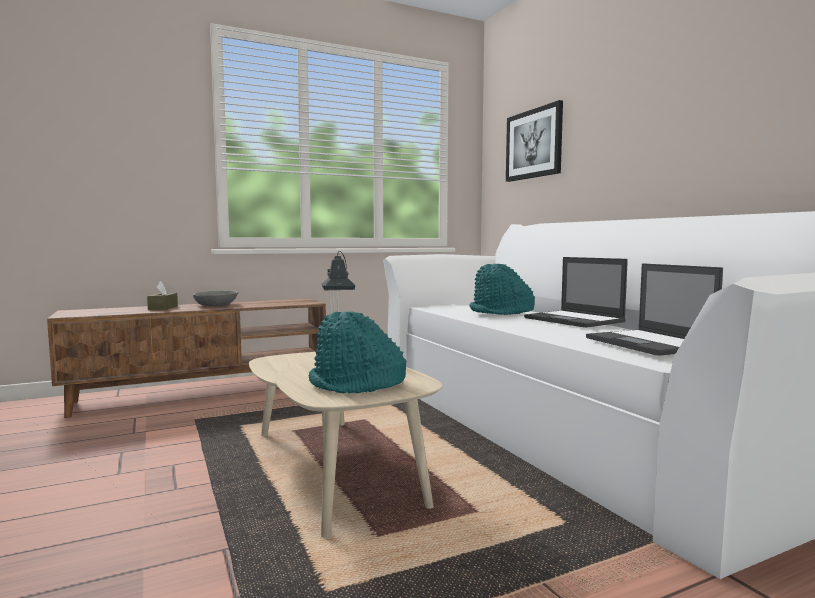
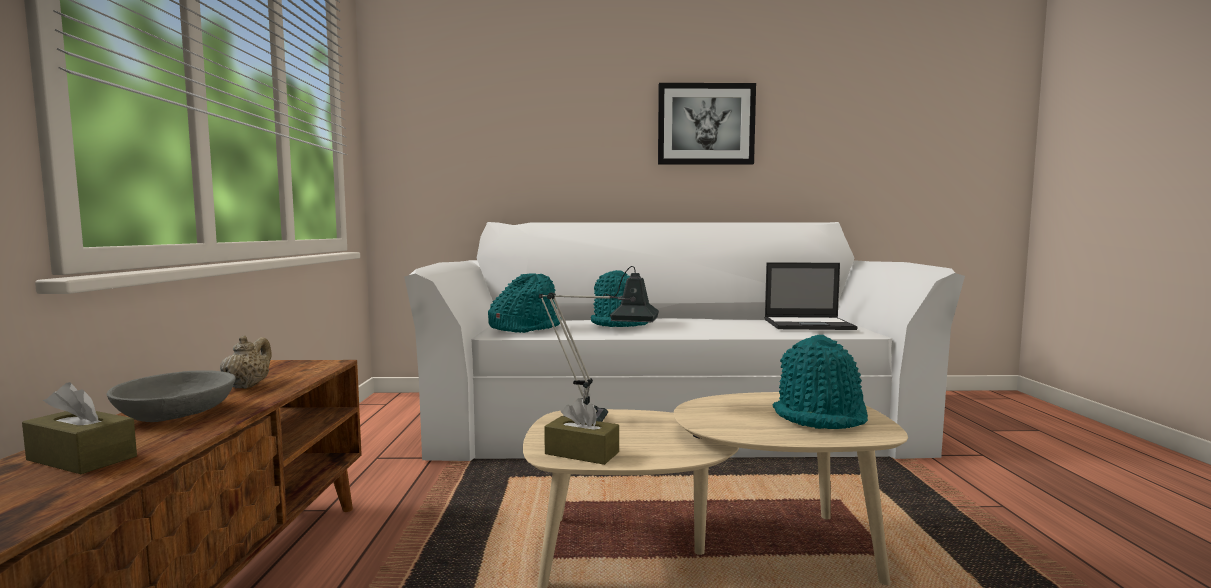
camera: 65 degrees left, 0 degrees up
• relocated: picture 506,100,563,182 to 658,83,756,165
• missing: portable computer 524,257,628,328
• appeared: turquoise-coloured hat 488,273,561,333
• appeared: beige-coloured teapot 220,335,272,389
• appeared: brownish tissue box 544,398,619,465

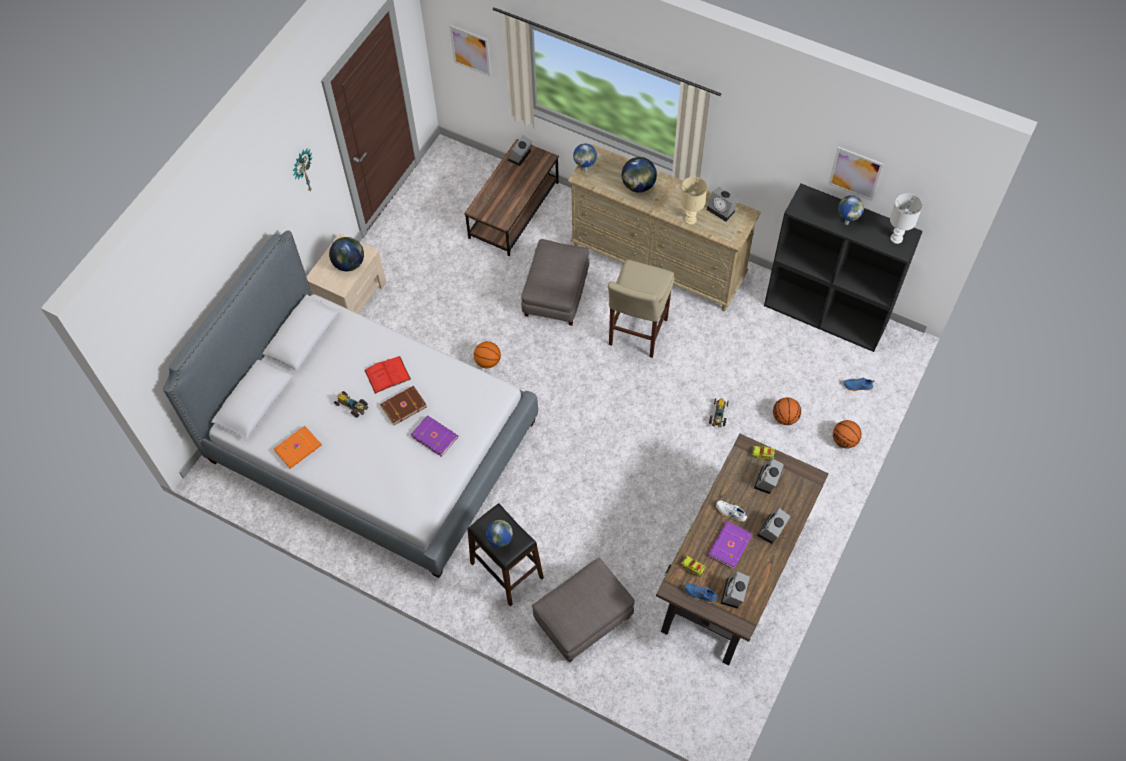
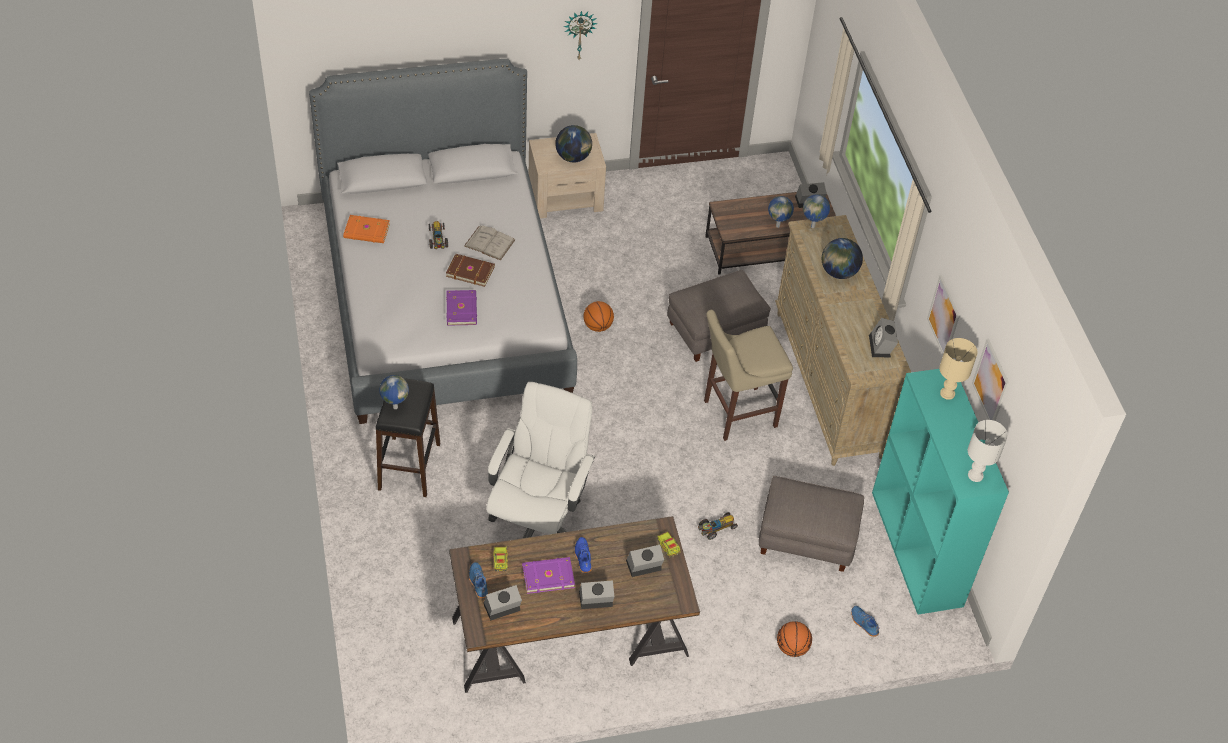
camera: 45 degrees right, 10 degrees down
• relocated: picture 450,25,491,77 to 927,275,960,354
• relocated: beige-coloured tabletop lamp 680,177,707,225 to 939,338,978,400
• colour: blackish bookcase 764,184,923,352 to turquoise-coloured bookcase 872,369,1009,615
• relocated: world globe 838,195,864,225 to 768,196,794,228
• colour: red-coloured book 364,356,411,394 to white-coloured book 464,226,515,260
• missing: basketball ball 773,397,801,425
• colour: white-coloured shoe 716,501,747,522 to blue shoe 574,537,592,573
• relocated: greyish footrest 532,558,635,662 to 759,476,864,572
• appeared: white-coloured office chair 486,382,595,538

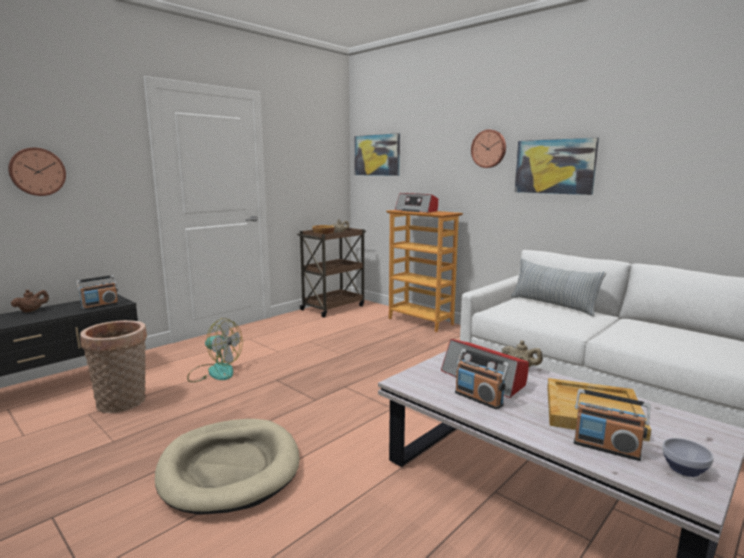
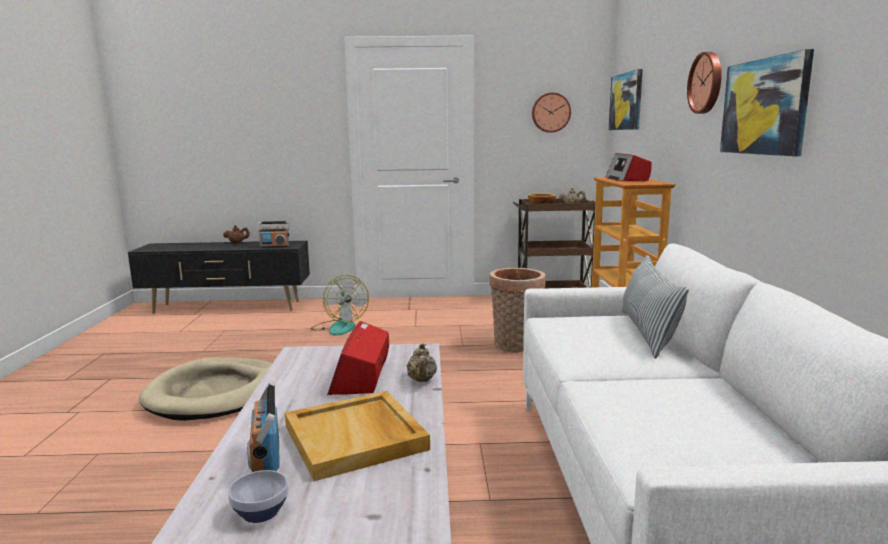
camera: 45 degrees right, 0 degrees up
• relocated: clock on the wall 8,148,66,196 to 532,92,571,133
• relocated: basket 80,320,147,413 to 490,268,546,353
• missing: radio receiver 455,349,510,410

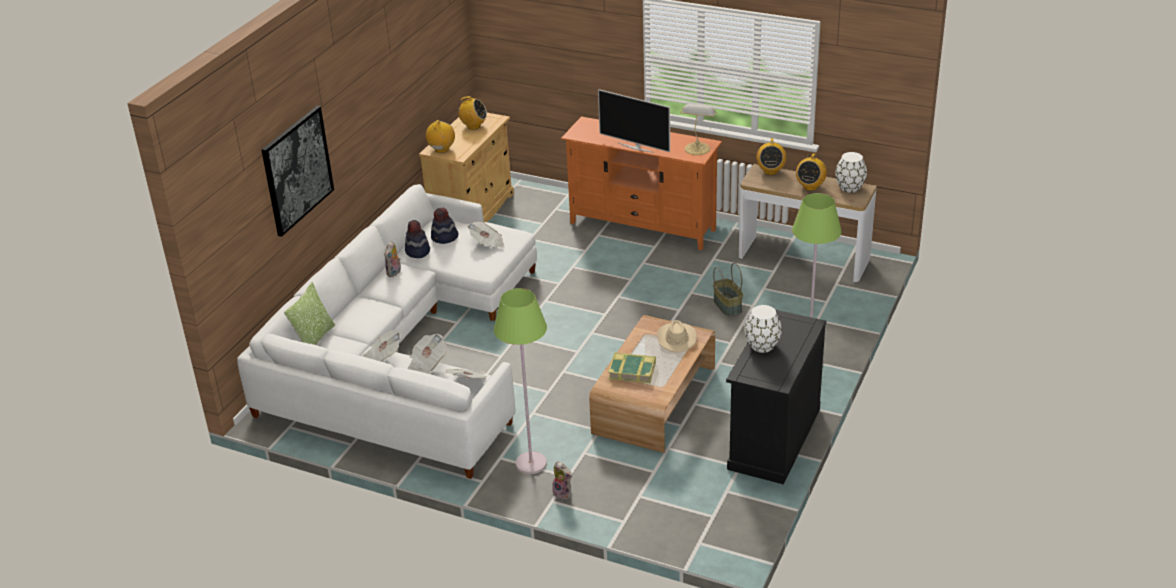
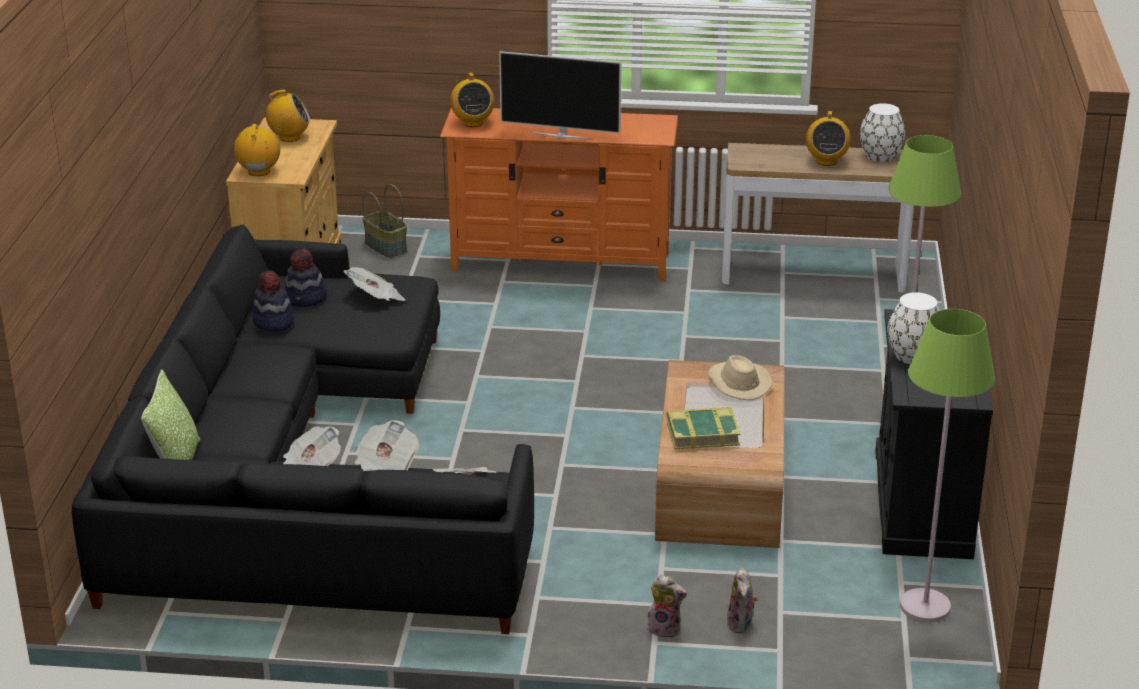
camera: 20 degrees left, 5 degrees down
• missing: tabletop lamp 680,104,716,155
• missing: picture 261,106,334,237
• relocated: radio receiver 756,138,787,175 to 450,73,494,127
• colour: white-coloured couch 237,184,537,479 to blackish couch 72,225,534,634
• relocated: soft toy 384,241,401,277 to 727,567,758,633
• relocated: basket 713,263,743,317 to 362,184,407,258
• relocated: green standing lamp 494,288,547,474 to 900,309,995,622

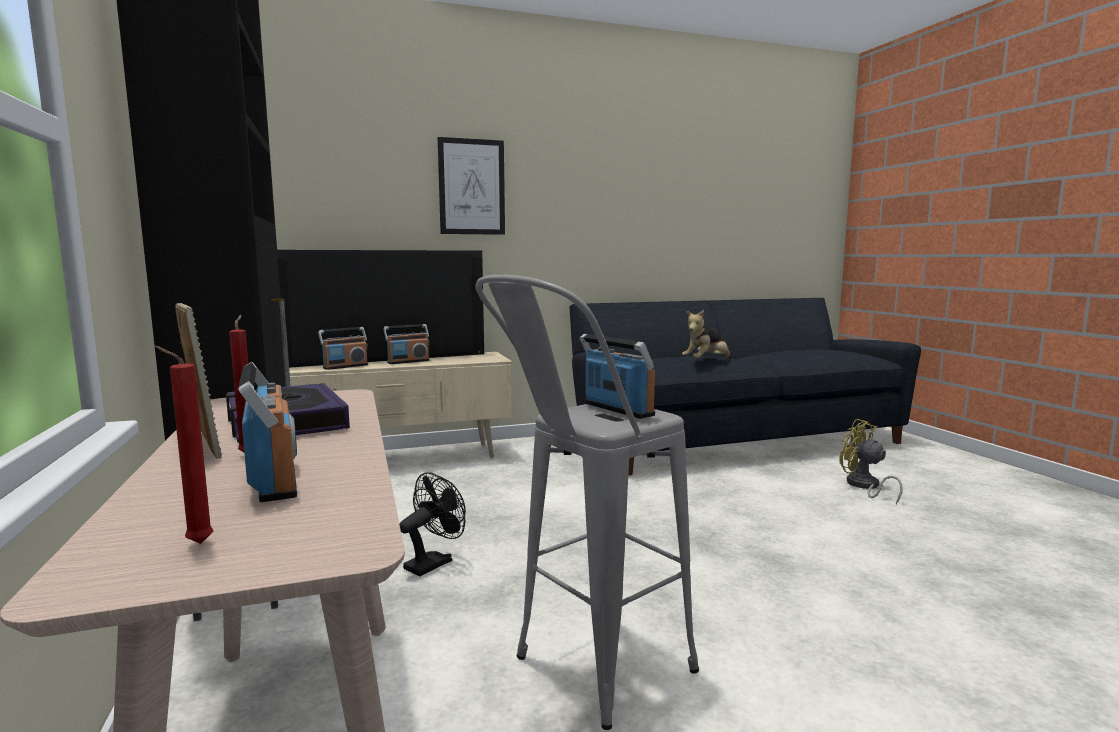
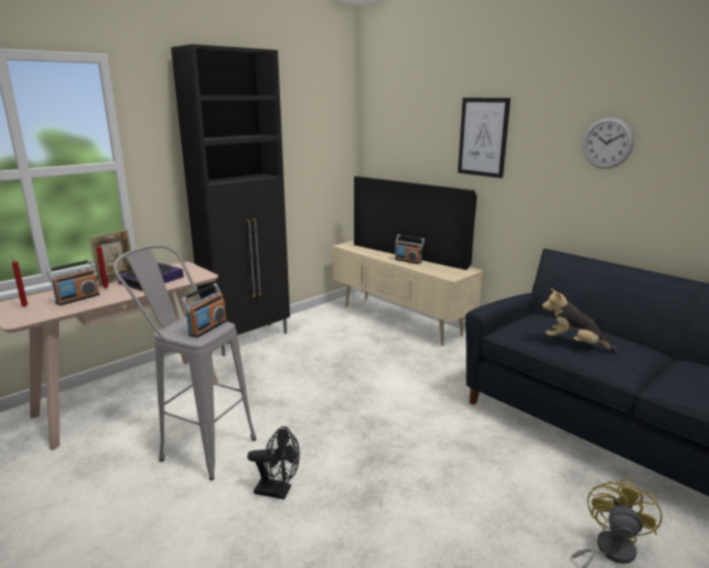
camera: 65 degrees right, 10 degrees up
• missing: radio receiver 318,327,368,370
• relocated: blackish electric fan 399,472,466,576 to 247,426,300,500
• appeared: clock on the wall 582,117,634,169

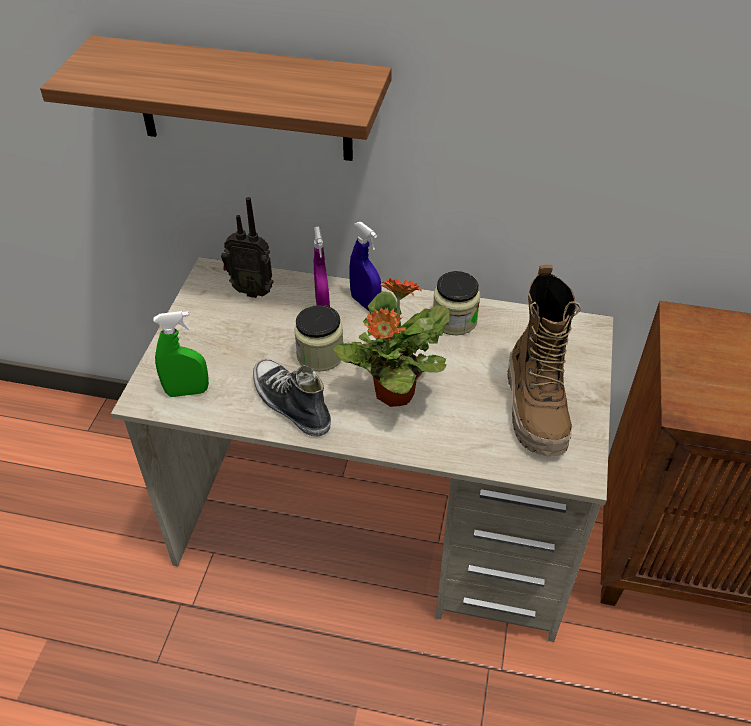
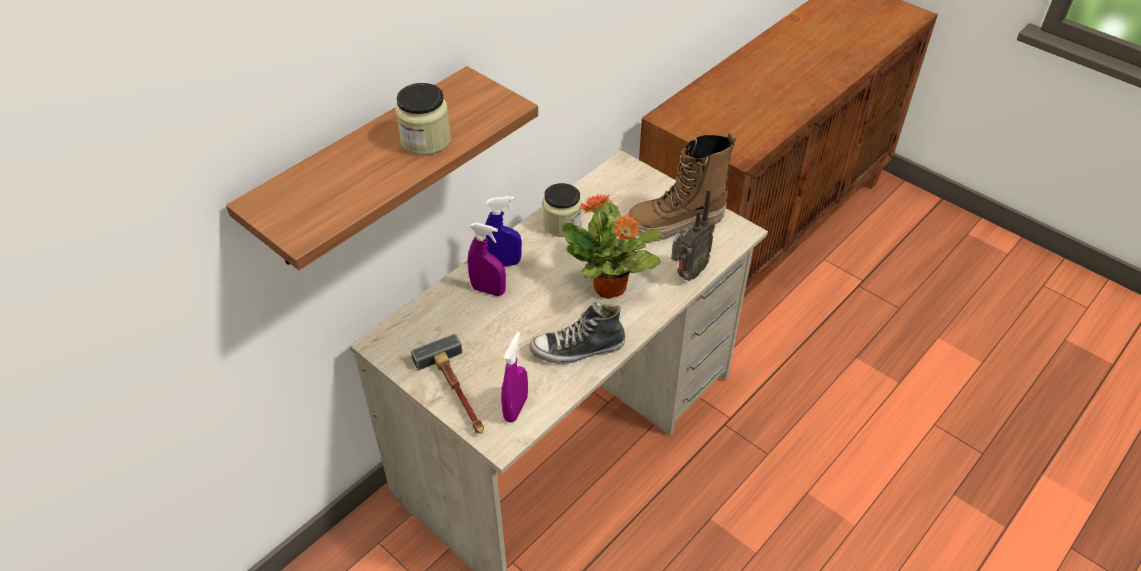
camera: 60 degrees left, 0 degrees up
• relocated: radio receiver 221,197,274,298 to 671,188,715,281
• spun: boot 507,265,581,456 = 628,132,737,241 135 degrees clockwise
• relocated: jar 294,305,343,372 to 395,83,451,155
• colour: green sprayer 153,311,209,397 to purple-coloured sprayer 501,332,528,422
• appeared: hand hammer 411,334,484,434

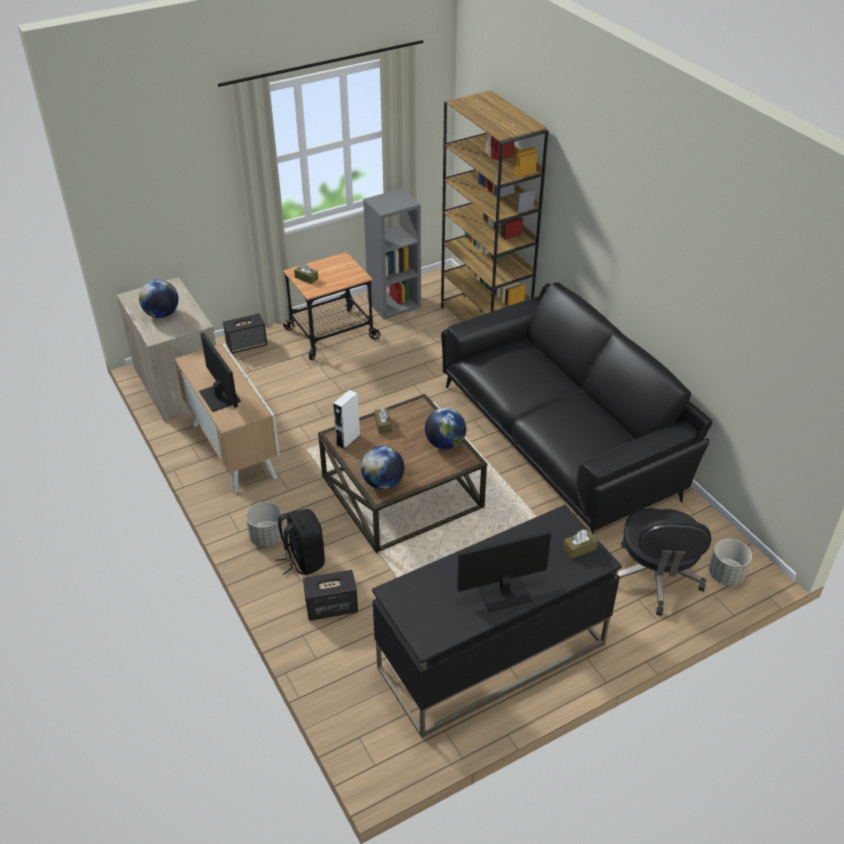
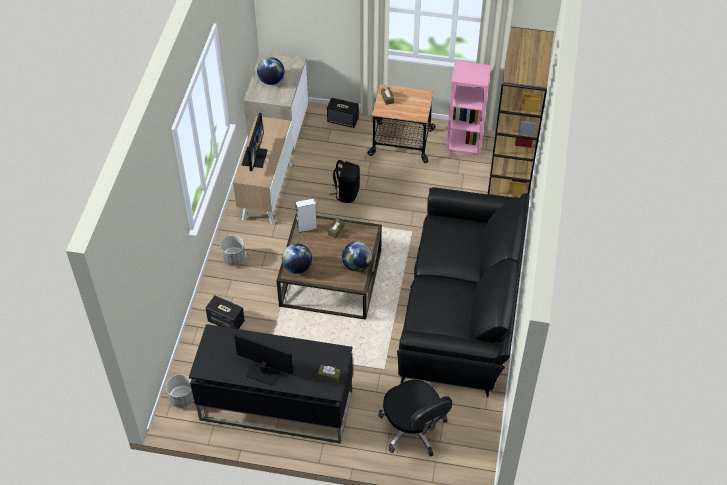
camera: 40 degrees right, 10 degrees up
• colour: greyish bookcase 363,188,421,319 to pink bookcase 446,61,491,155
• spun: blackish office chair 618,508,711,616 = 378,380,452,457 75 degrees counterclockwise
• relocated: blackish knapsack 276,509,325,575 to 329,160,360,203
• relocated: greyish plant pot 709,539,752,586 to 166,375,194,408

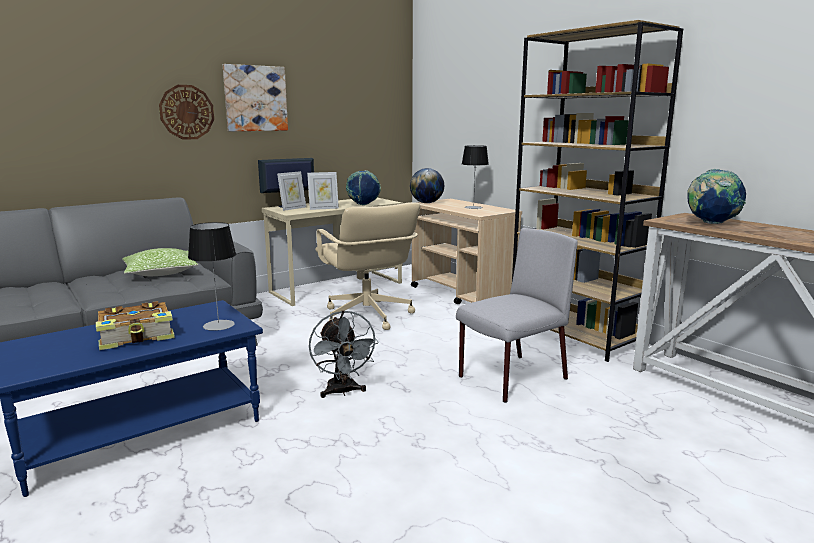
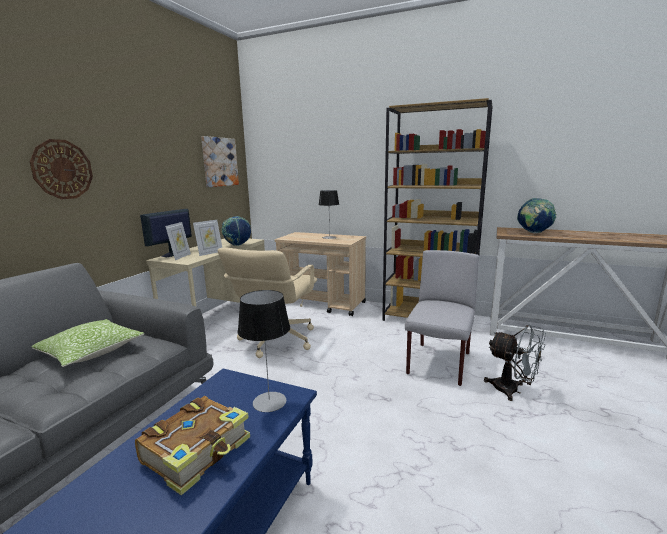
camera: 30 degrees left, 0 degrees up
• relocated: picture 223,64,288,132 to 201,136,239,187
• missing: world globe 410,168,444,203
• spun: beige-coloured office chair 315,202,420,330 = 218,248,317,358 75 degrees clockwise
• relocated: greyish electric fan 309,310,379,398 to 484,325,546,401

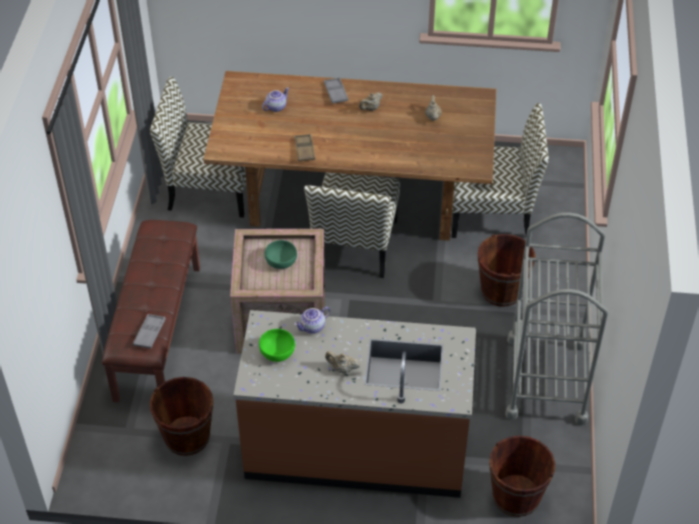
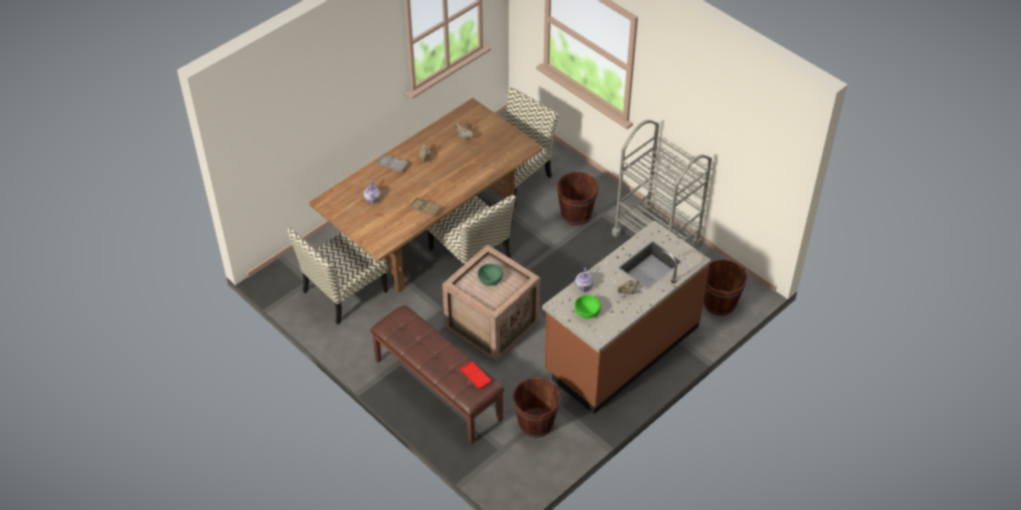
camera: 50 degrees left, 0 degrees up
• colour: greyish serving tray 133,314,166,349 to red-coloured serving tray 460,361,491,389

